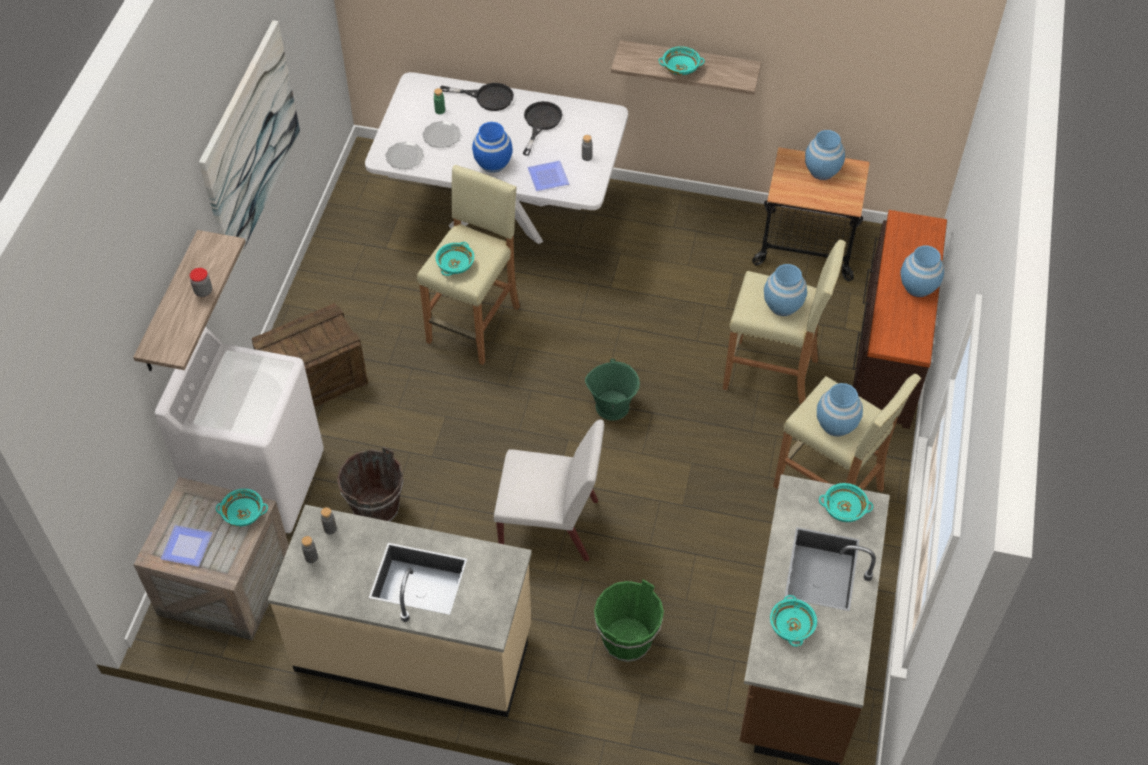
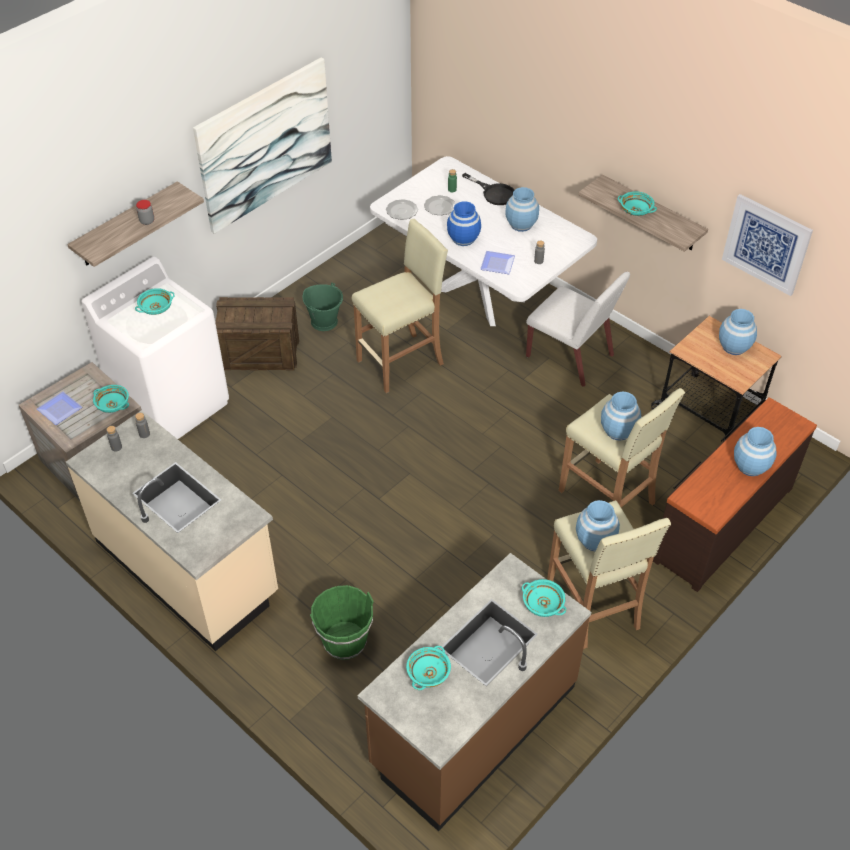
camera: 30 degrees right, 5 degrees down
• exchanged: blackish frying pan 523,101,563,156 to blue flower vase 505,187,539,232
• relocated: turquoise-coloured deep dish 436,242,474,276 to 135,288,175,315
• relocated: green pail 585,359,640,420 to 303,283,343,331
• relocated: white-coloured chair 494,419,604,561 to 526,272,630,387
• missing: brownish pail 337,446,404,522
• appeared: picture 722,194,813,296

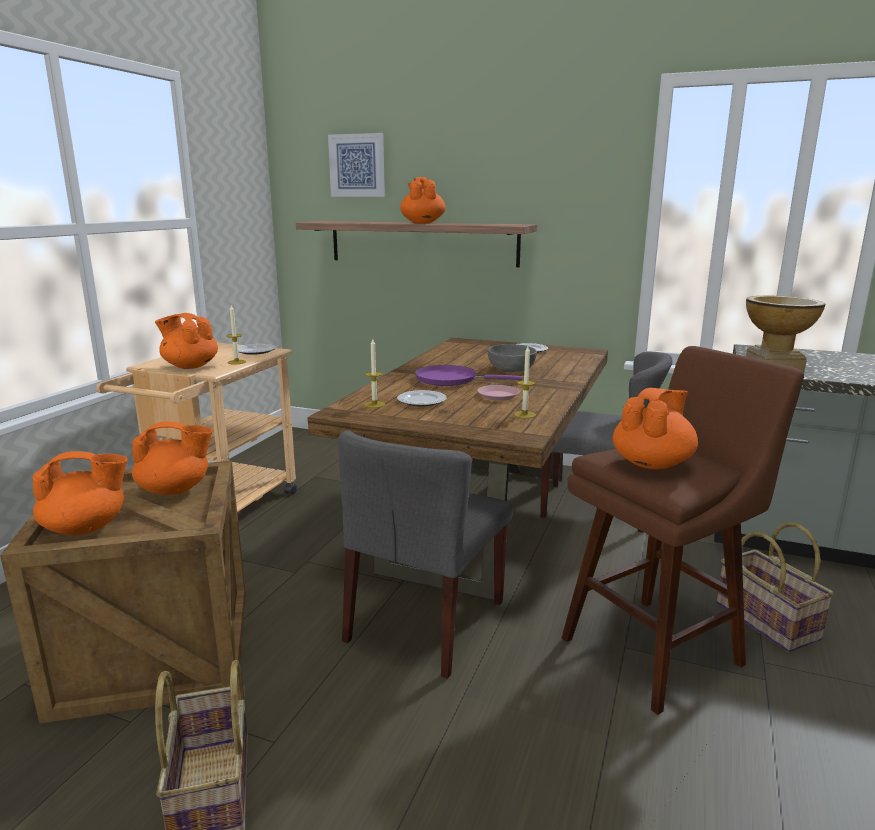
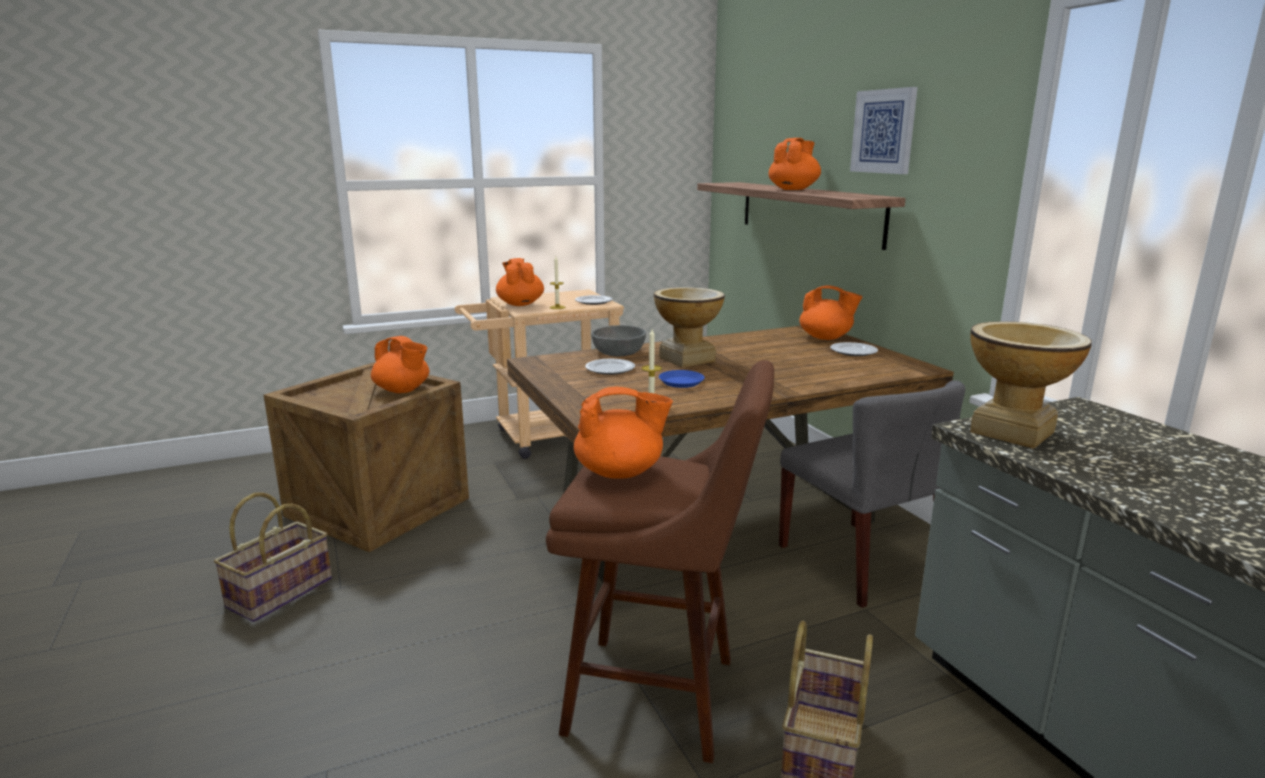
camera: 45 degrees right, 0 degrees up
• relocated: picture 328,133,385,197 to 850,87,918,174
• missing: candle 364,339,385,408
• relocated: greyish deep dish 488,344,537,372 to 591,325,646,356
• exchanged: purple-coloured frying pan 415,365,522,386 to flower vase 654,287,725,368
• colour: pink dinner plate 477,385,520,401 to blue dinner plate 659,370,705,388
• missing: greyish chair 338,430,513,679
• relocated: orange-coloured teapot 32,451,128,535 to 799,286,862,340

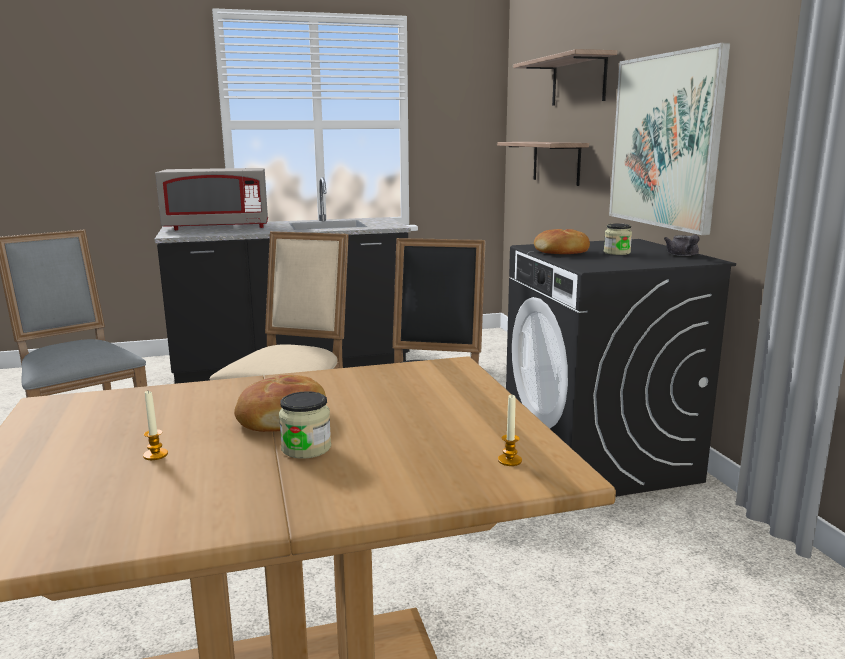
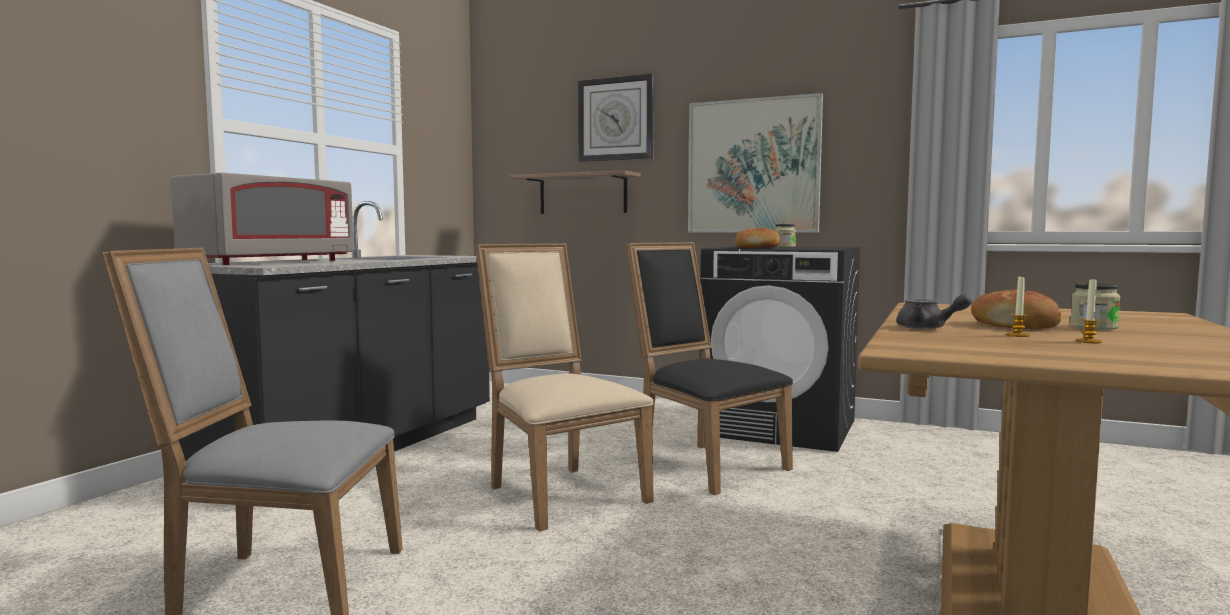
camera: 50 degrees left, 10 degrees down
• exchanged: shelf 513,49,617,106 to clock on the wall 578,74,654,162
• relocated: greyish teapot 664,235,699,256 to 896,294,972,329
• relocated: candle 498,395,522,466 to 1006,275,1030,337

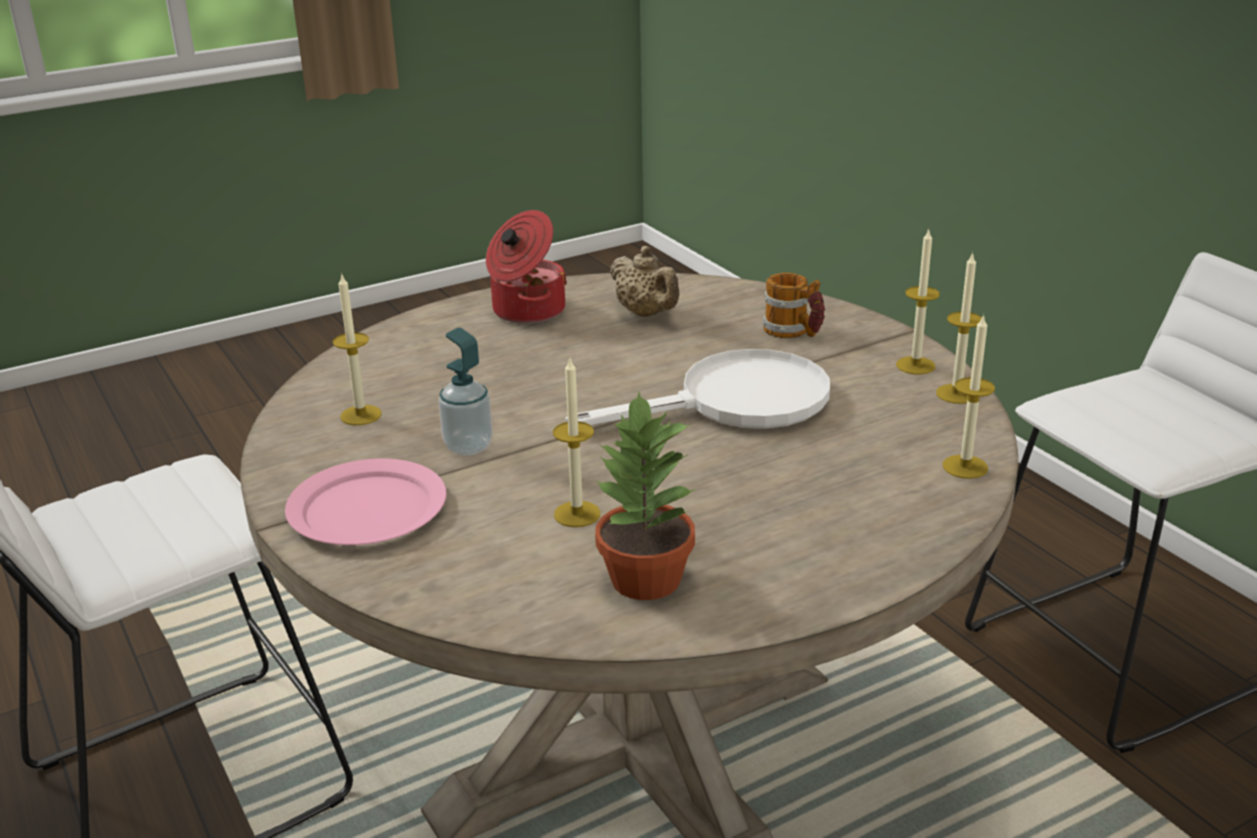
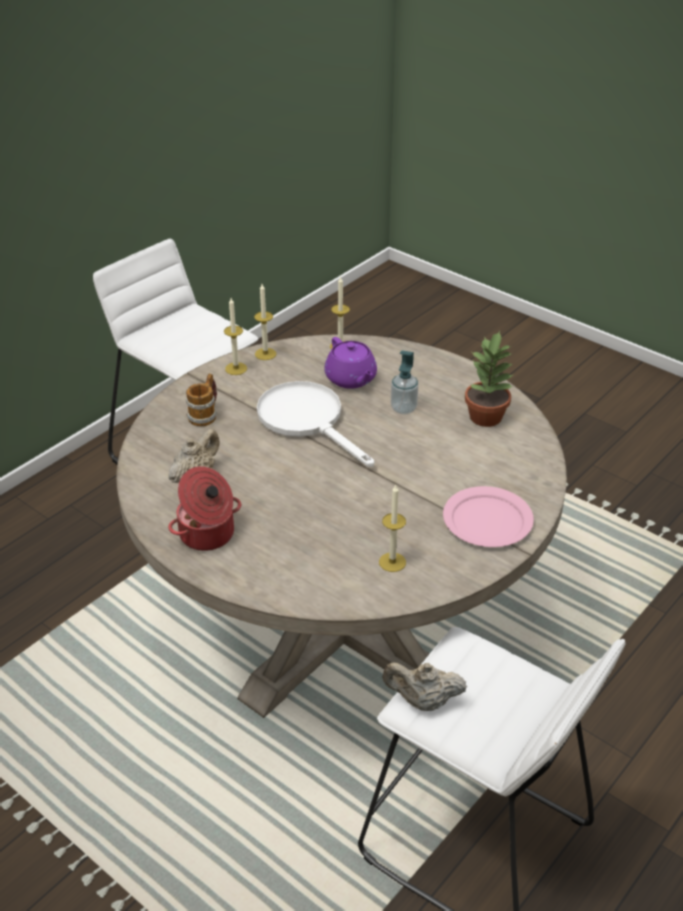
camera: 110 degrees left, 10 degrees up
• relocated: liquid soap bottle 438,328,493,456 to 391,350,419,414
• missing: candle 553,359,600,527
• appeared: purple-coloured teapot 324,337,377,389
• appeared: beige-coloured teapot 382,663,467,711

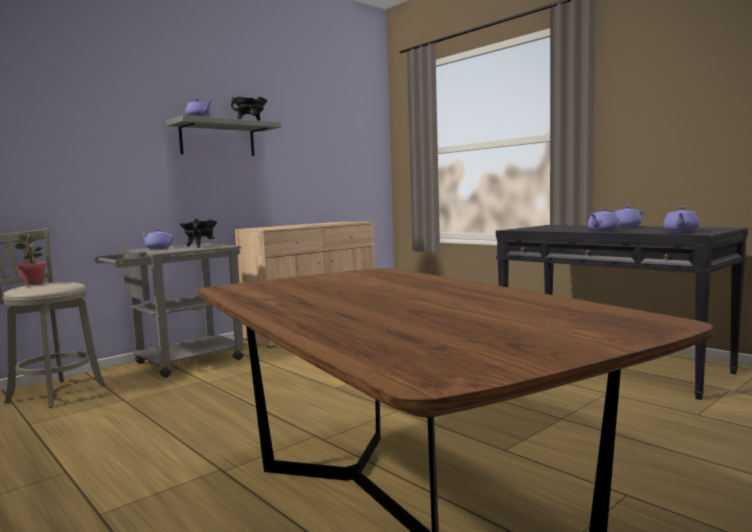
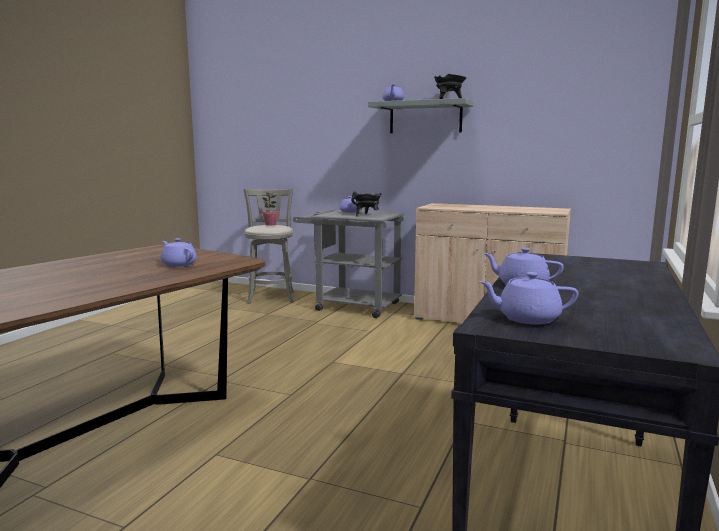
camera: 65 degrees right, 5 degrees up
• relocated: purple-coloured teapot 610,205,643,227 to 161,238,197,267

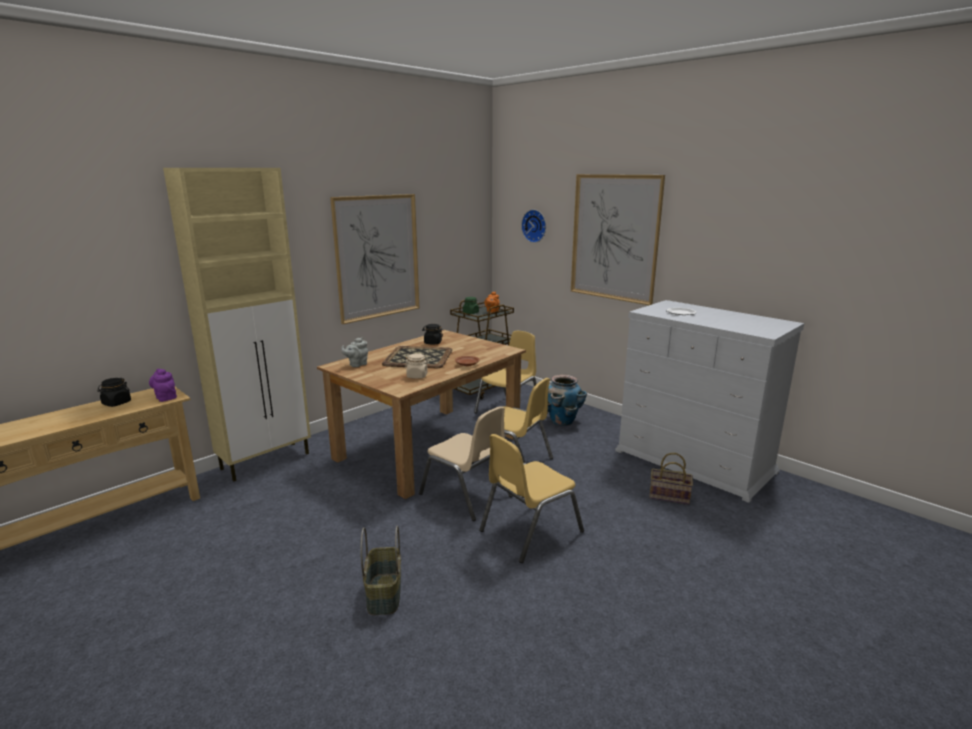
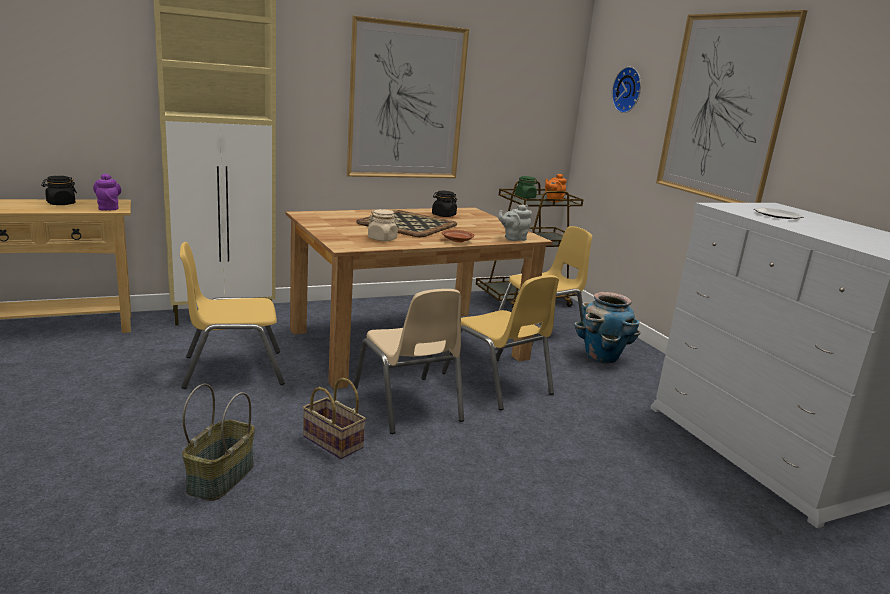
camera: 20 degrees right, 0 degrees up
• relocated: greyish teapot 341,337,368,367 to 498,204,532,241
• relocated: yellow-coloured chair 479,434,584,563 to 180,242,285,389
• relocated: basket 649,453,693,505 to 303,378,366,459

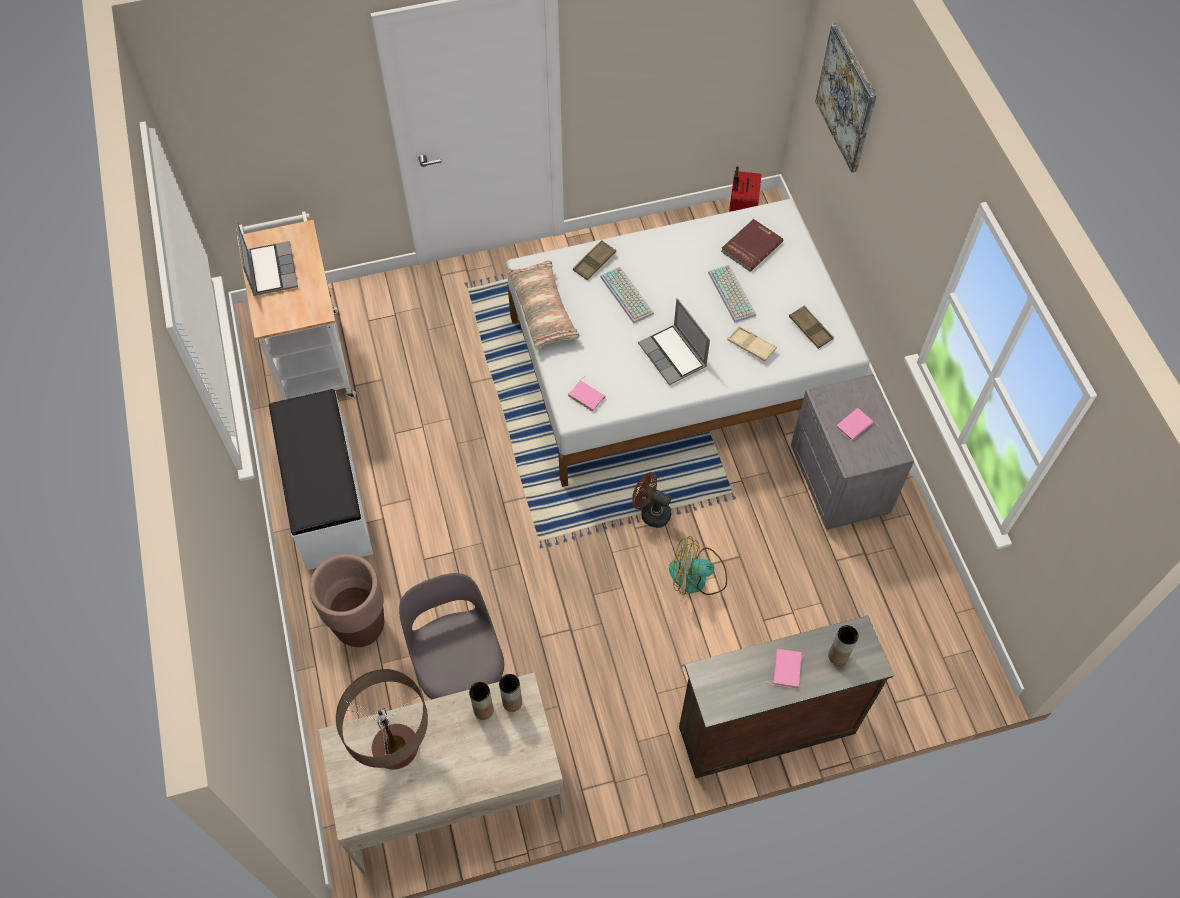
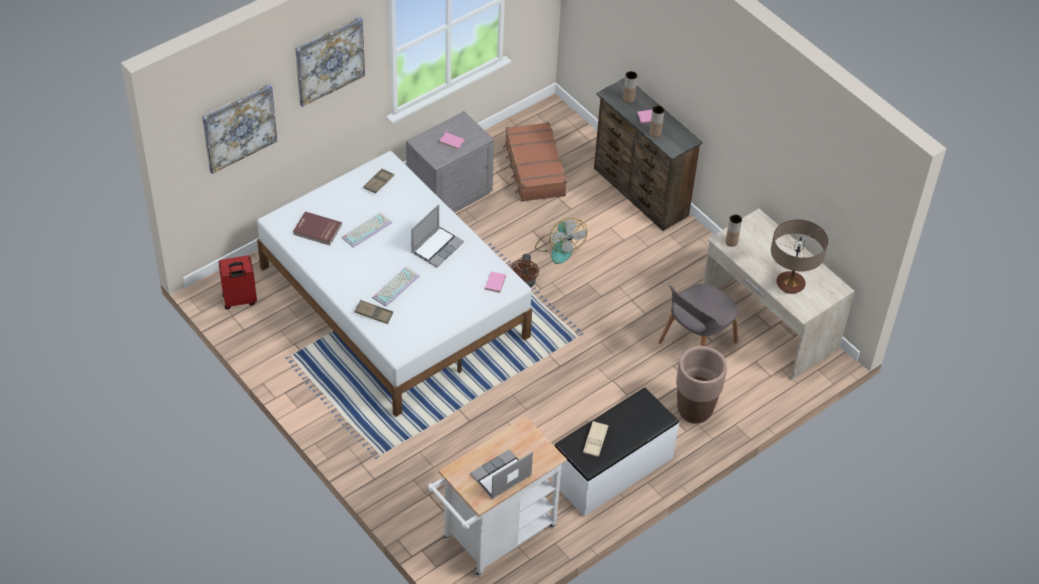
camera: 115 degrees left, 10 degrees down
• missing: throw pillow 507,261,579,350
• relocated: beige-coloured serving tray 727,326,777,361 to 583,421,608,457
• relocated: brownish flower vase 469,682,493,720 to 649,106,664,138
• appeared: picture 295,17,365,107
• appeared: brownish piece of luggage 503,122,567,202

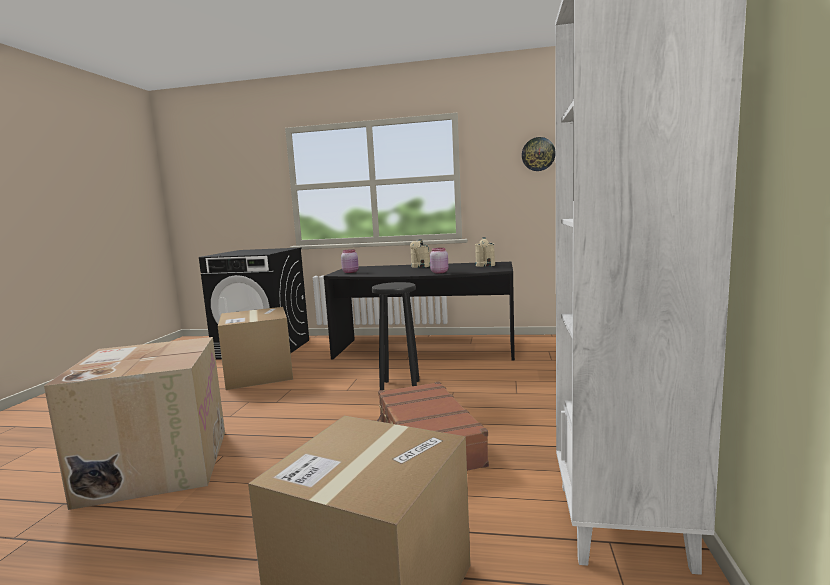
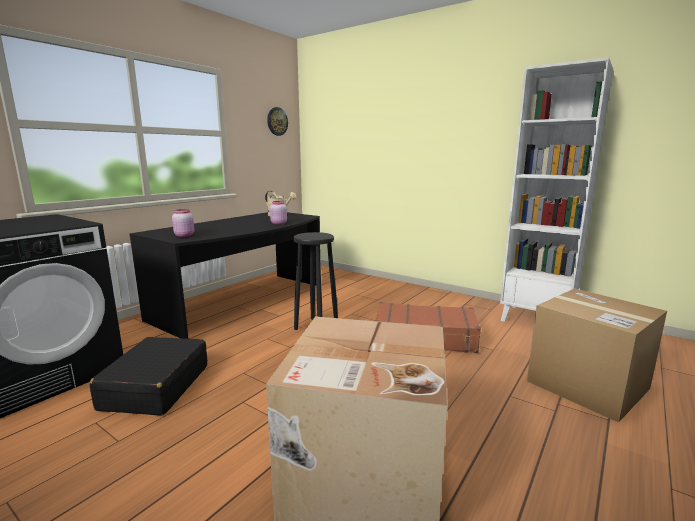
camera: 65 degrees left, 5 degrees up
• missing: beige-coloured watering can 410,239,430,268
• exchanged: carton 218,307,293,390 to blackish piece of luggage 90,337,207,416

